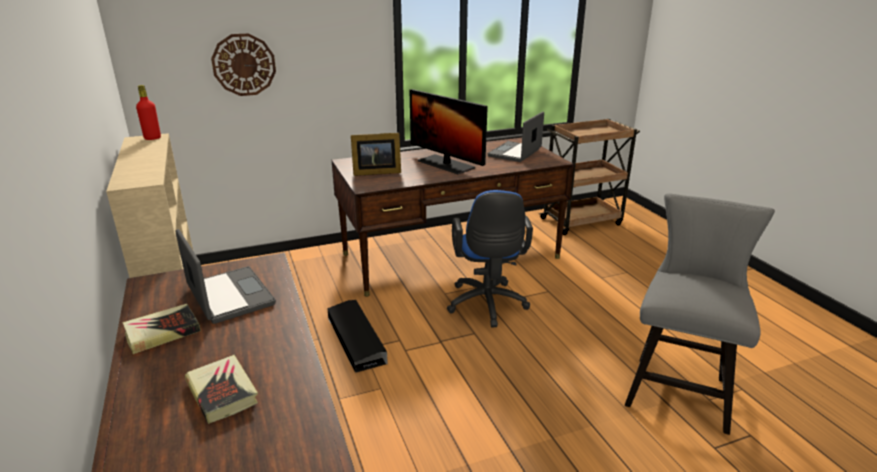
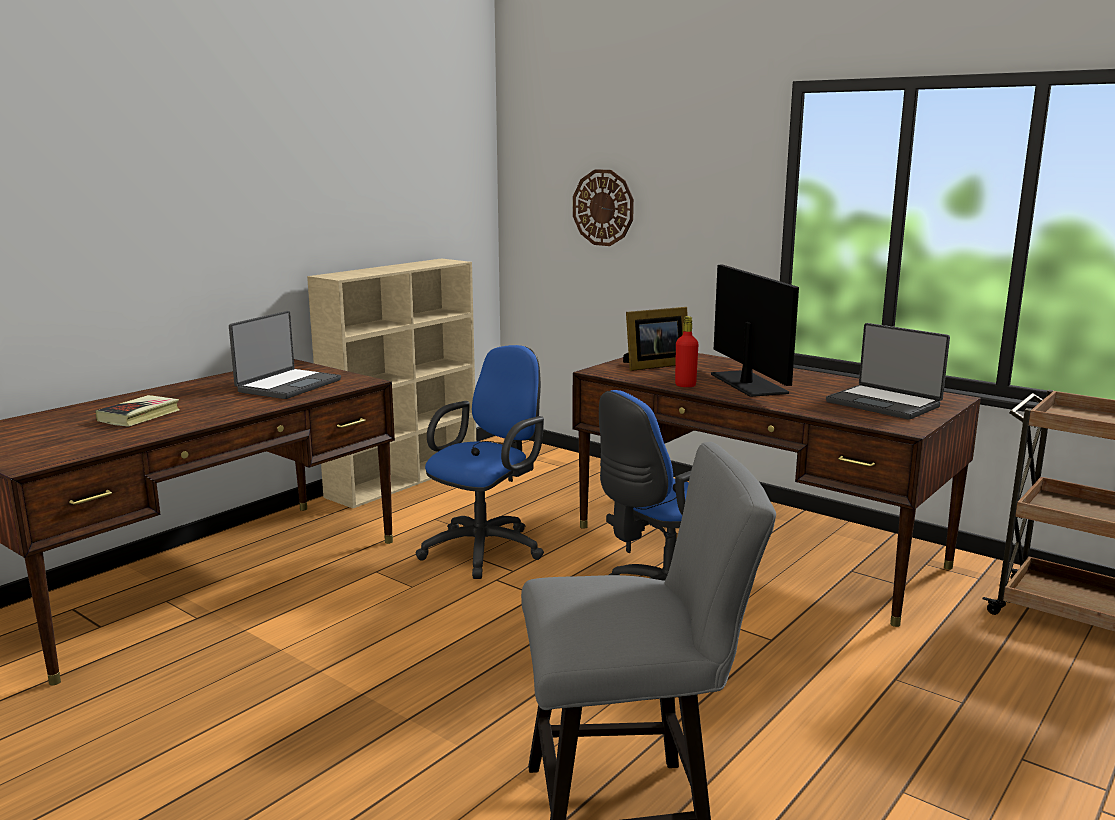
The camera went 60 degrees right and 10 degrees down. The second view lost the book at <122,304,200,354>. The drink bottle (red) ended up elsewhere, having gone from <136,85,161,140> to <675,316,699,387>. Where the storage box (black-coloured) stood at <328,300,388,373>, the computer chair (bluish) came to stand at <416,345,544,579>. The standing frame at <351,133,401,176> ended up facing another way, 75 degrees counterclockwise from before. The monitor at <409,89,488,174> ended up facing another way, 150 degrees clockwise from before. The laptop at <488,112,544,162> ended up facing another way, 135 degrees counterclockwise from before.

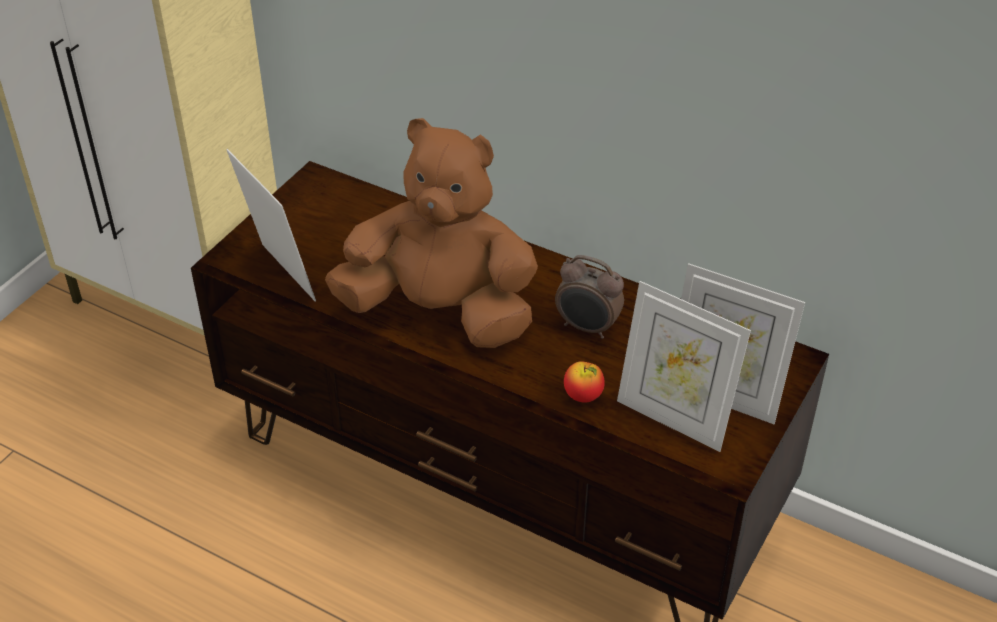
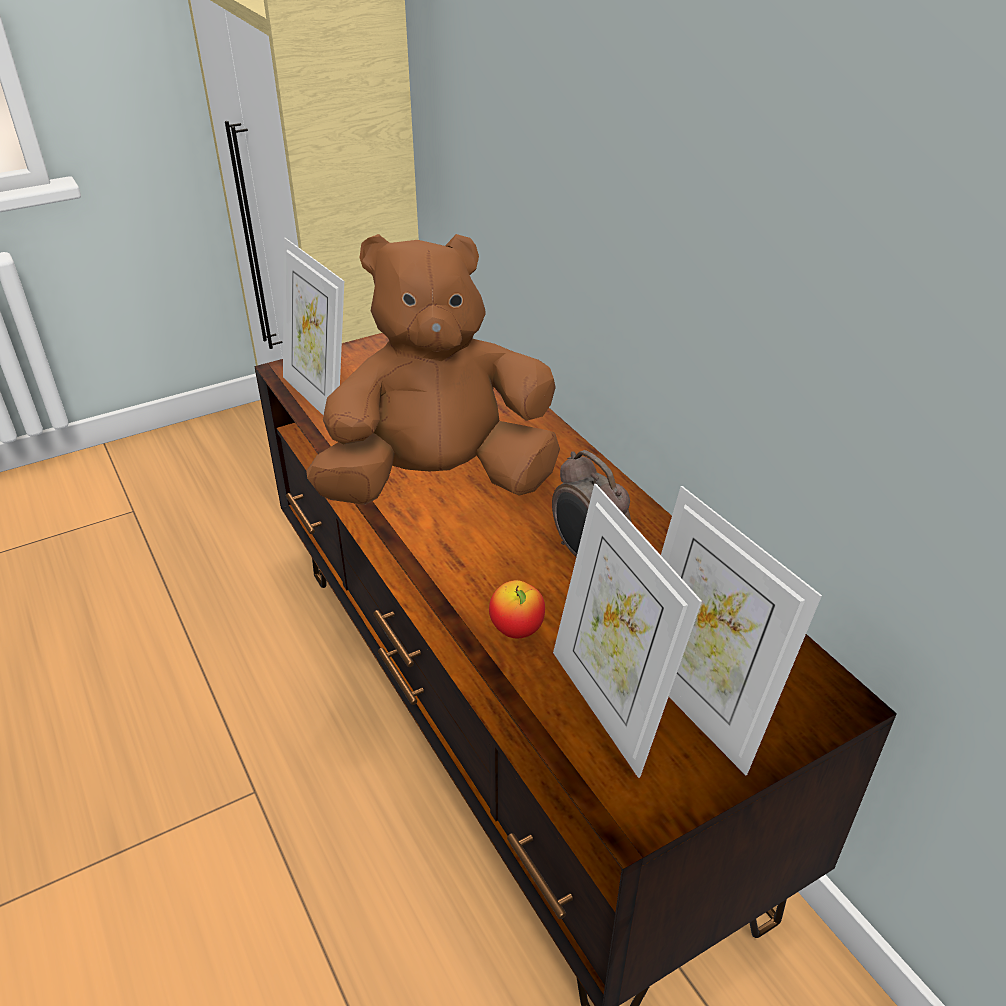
The camera went 30 degrees right and 5 degrees down. The standing frame at <226,149,316,301> ended up facing another way, 150 degrees clockwise from before. The soft toy (brown) at <325,118,538,348> ended up facing another way, 60 degrees counterclockwise from before.

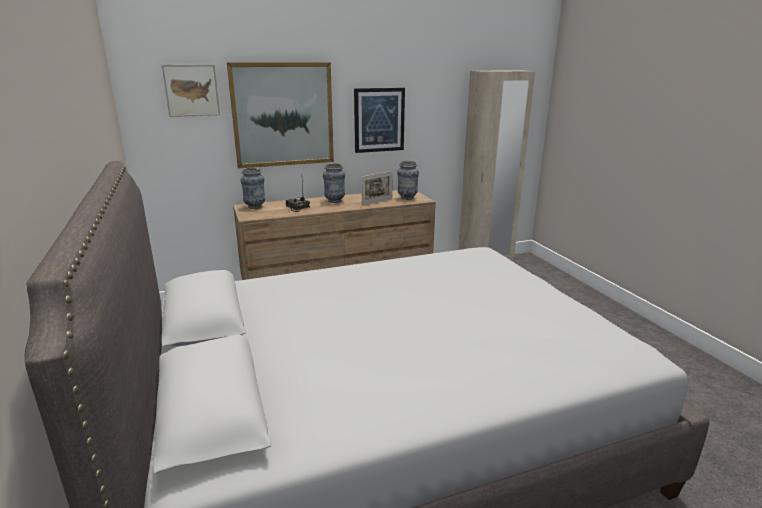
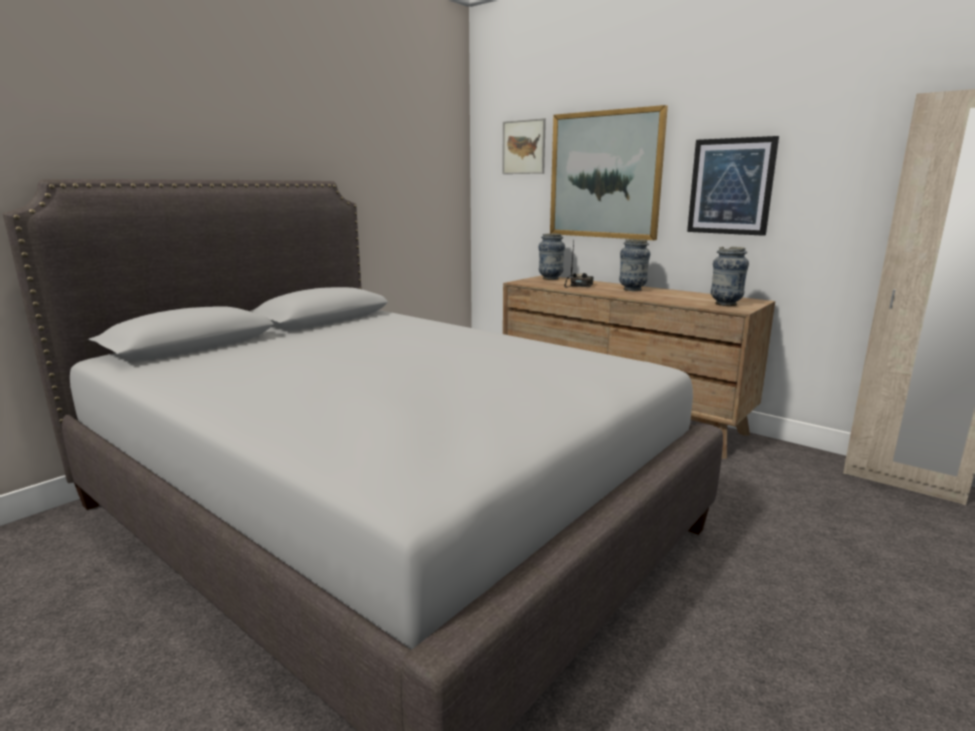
The camera went 60 degrees right and 5 degrees down. The second view lost the standing frame at <361,171,393,205>.

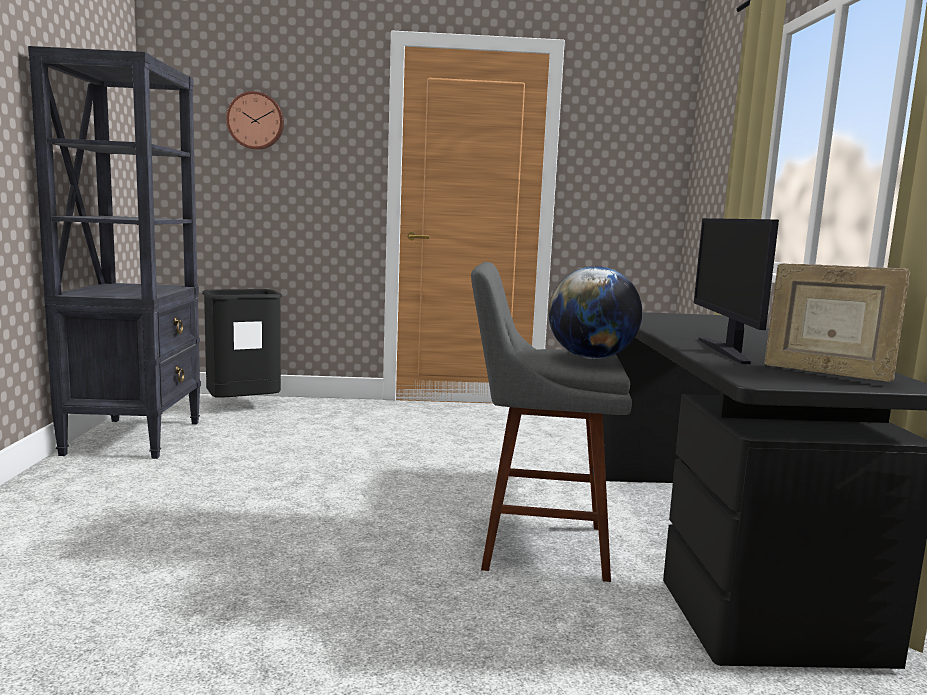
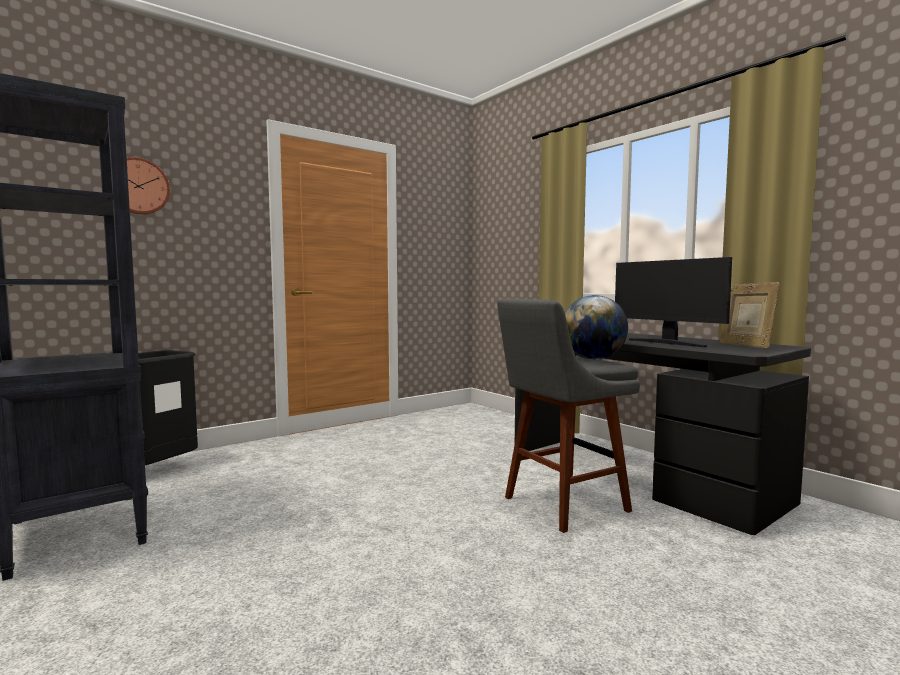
The camera went 35 degrees left and 5 degrees down. The standing frame at <764,263,910,382> ended up facing another way, 75 degrees clockwise from before.

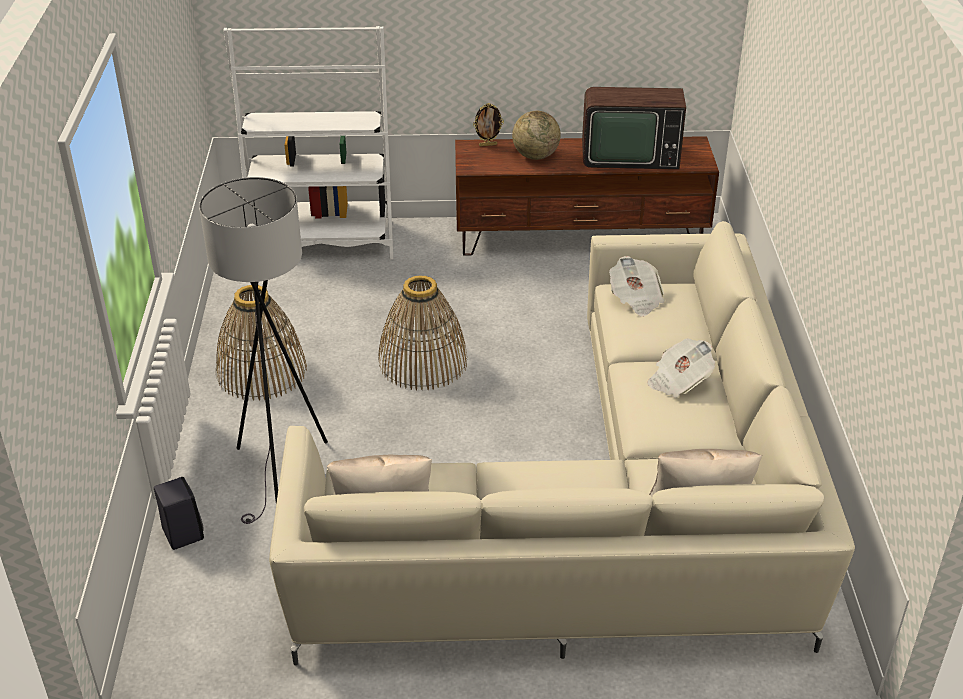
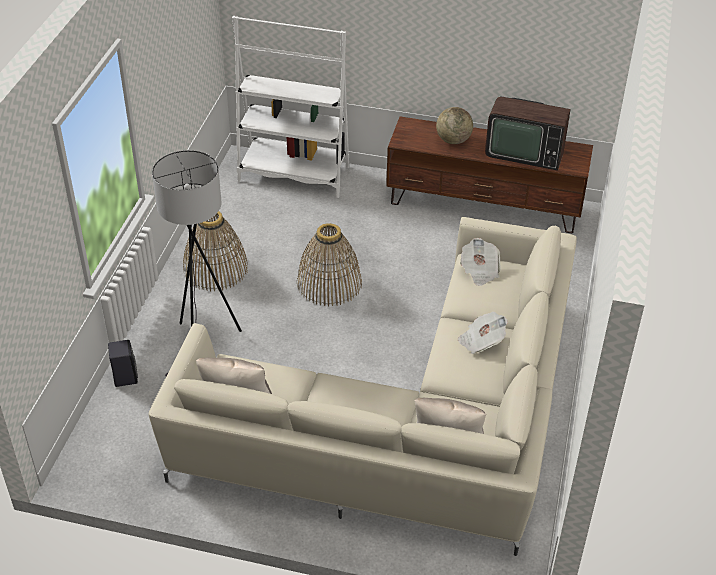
The camera went 15 degrees right and 5 degrees up. The second view lost the standing frame at <473,103,504,147>.

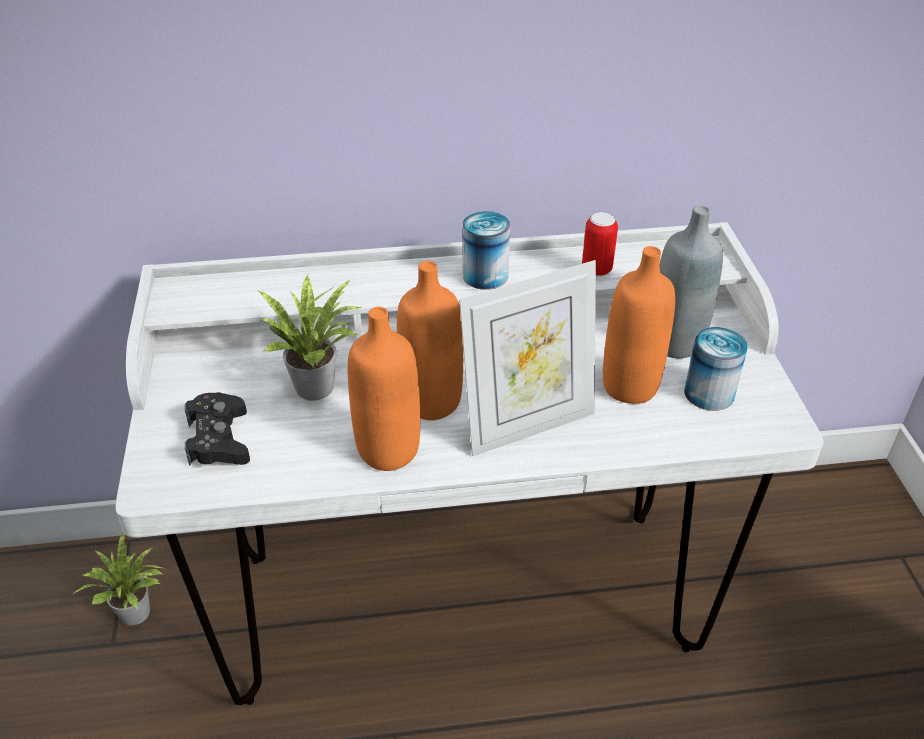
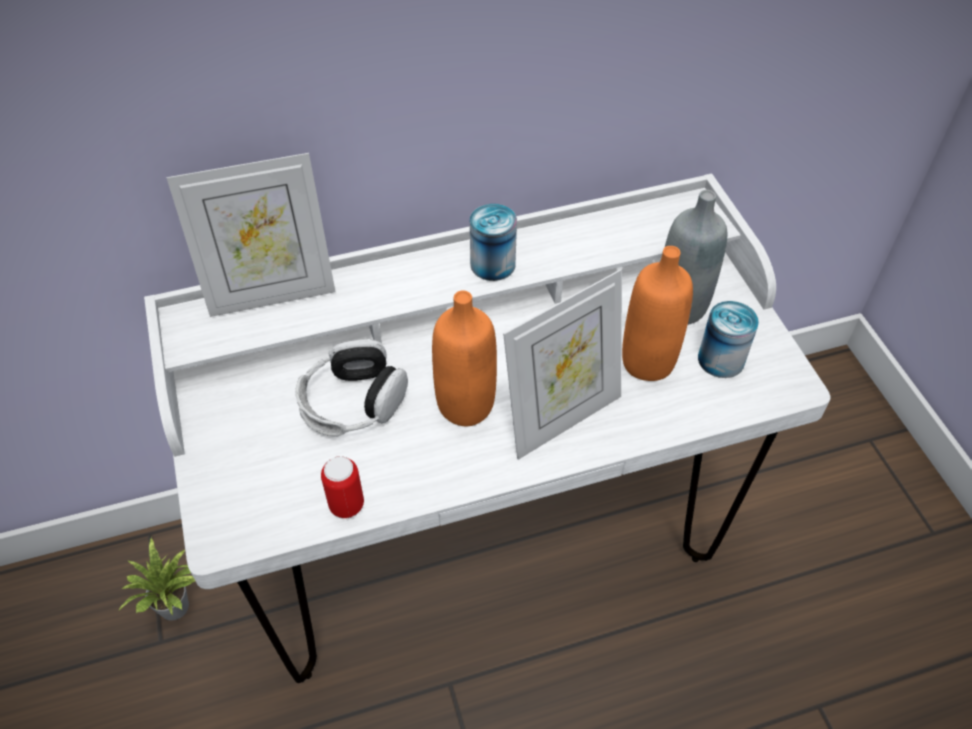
The camera went 10 degrees left and 10 degrees up. The second view lost the game controller (black-coloured) at <185,392,250,466>. The second view lost the drink bottle (orange-coloured) at <348,307,420,471>. The second view gained the standing frame at <167,153,336,317>. The metal can ended up elsewhere, having gone from <582,212,618,276> to <321,456,364,519>. Where the plant in a pot stood at <258,275,361,401>, the headphones came to stand at <295,339,408,437>.

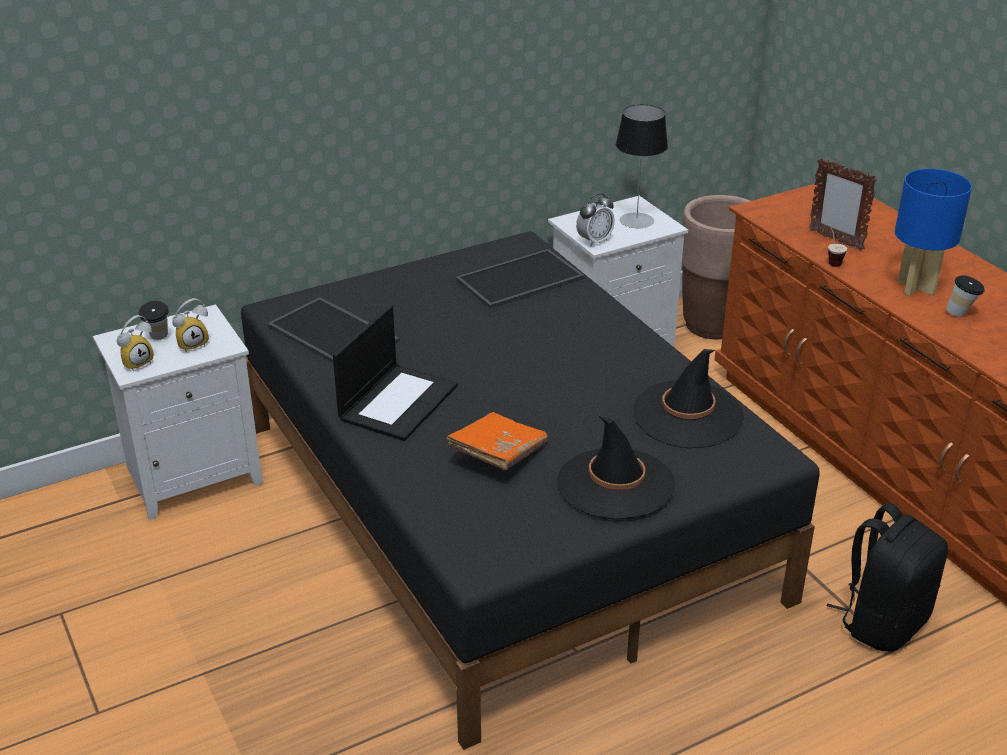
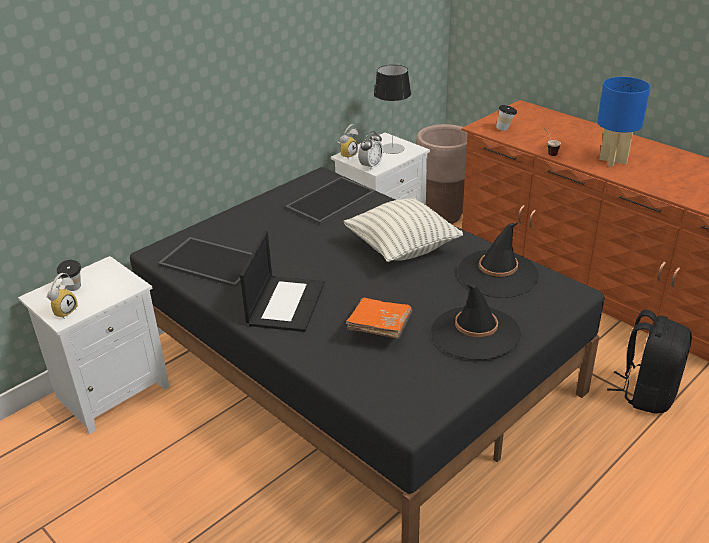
The camera went 15 degrees left and 0 degrees up. The second view lost the standing frame at <809,158,877,250>. The second view gained the cushion at <343,198,463,262>. The bedside clock ended up elsewhere, having gone from <172,298,209,353> to <337,124,358,158>. The drinking cup ended up elsewhere, having gone from <946,275,985,317> to <496,105,517,131>.

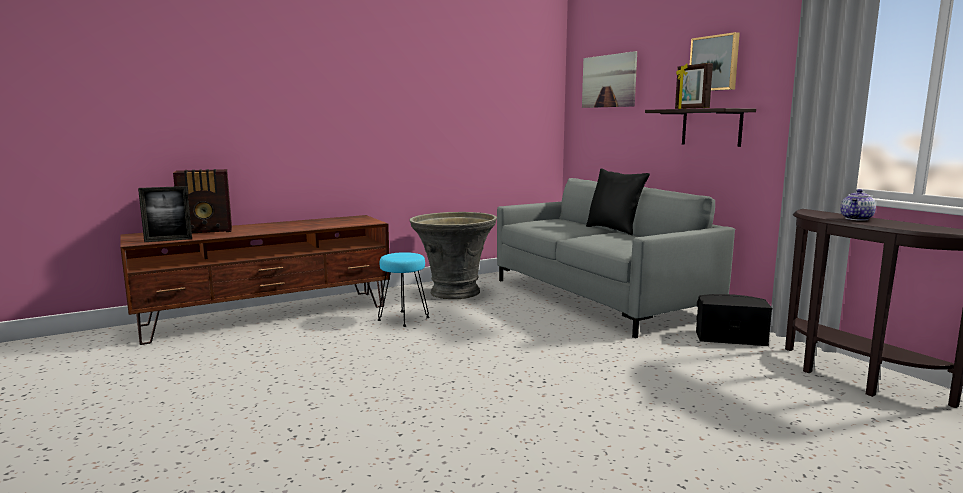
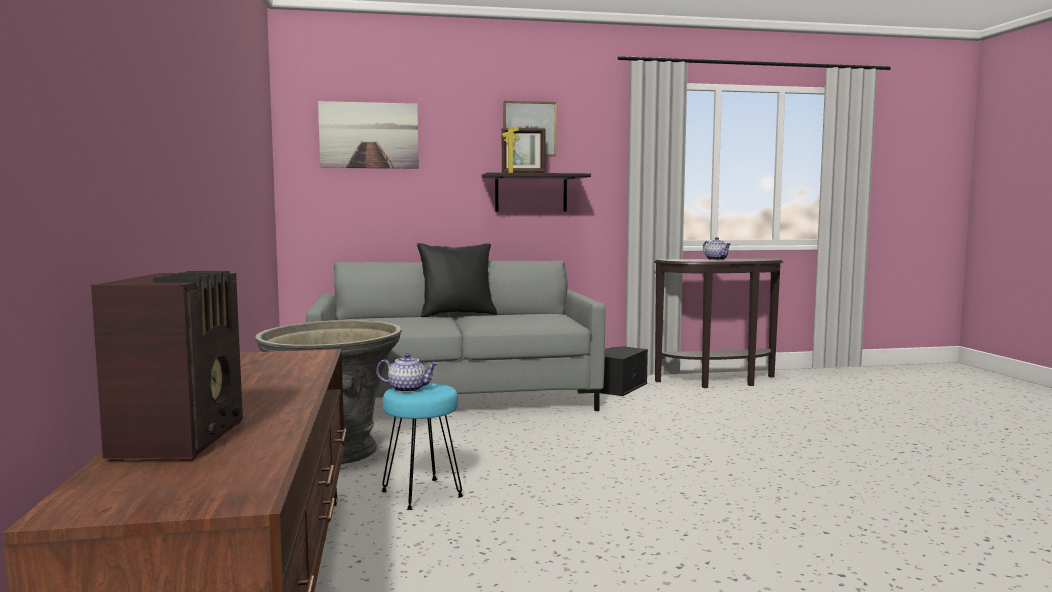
The camera went 70 degrees left and 5 degrees down. The second view lost the standing frame at <138,186,192,242>. The second view gained the teapot at <376,353,439,393>.

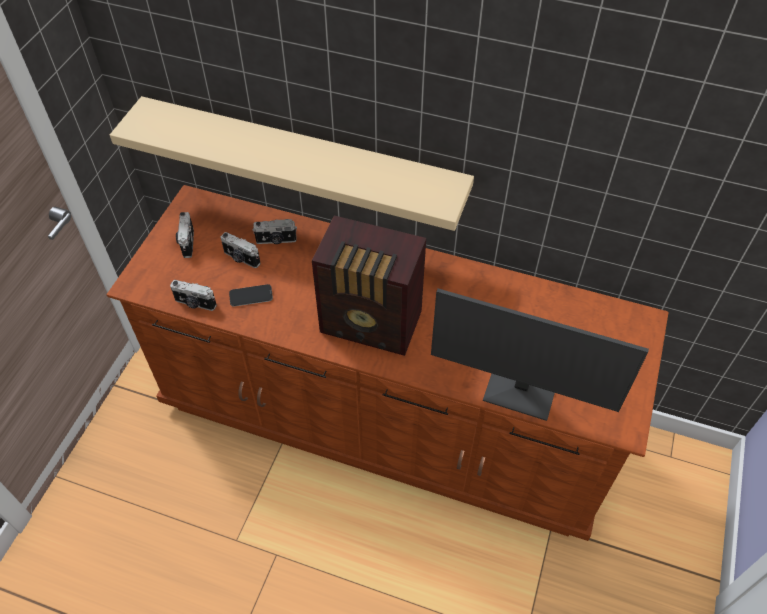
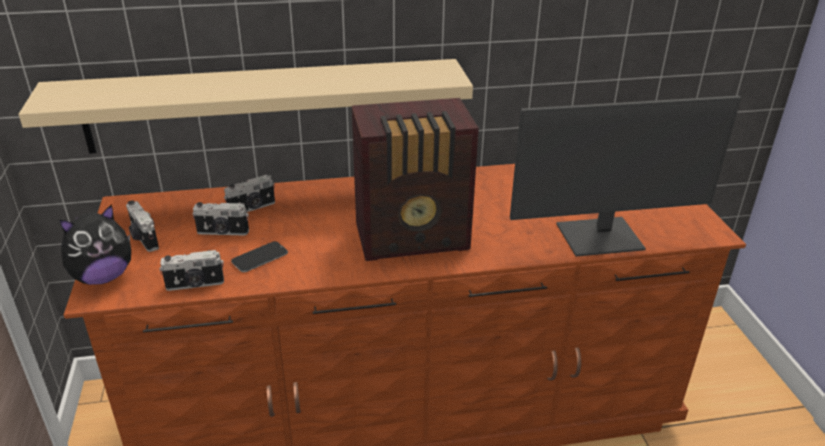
The camera went 30 degrees left and 20 degrees down. The second view gained the soft toy at <60,204,131,285>.

